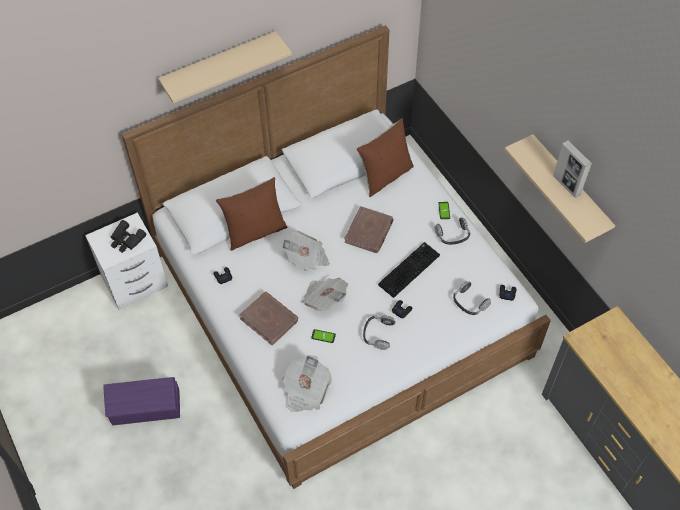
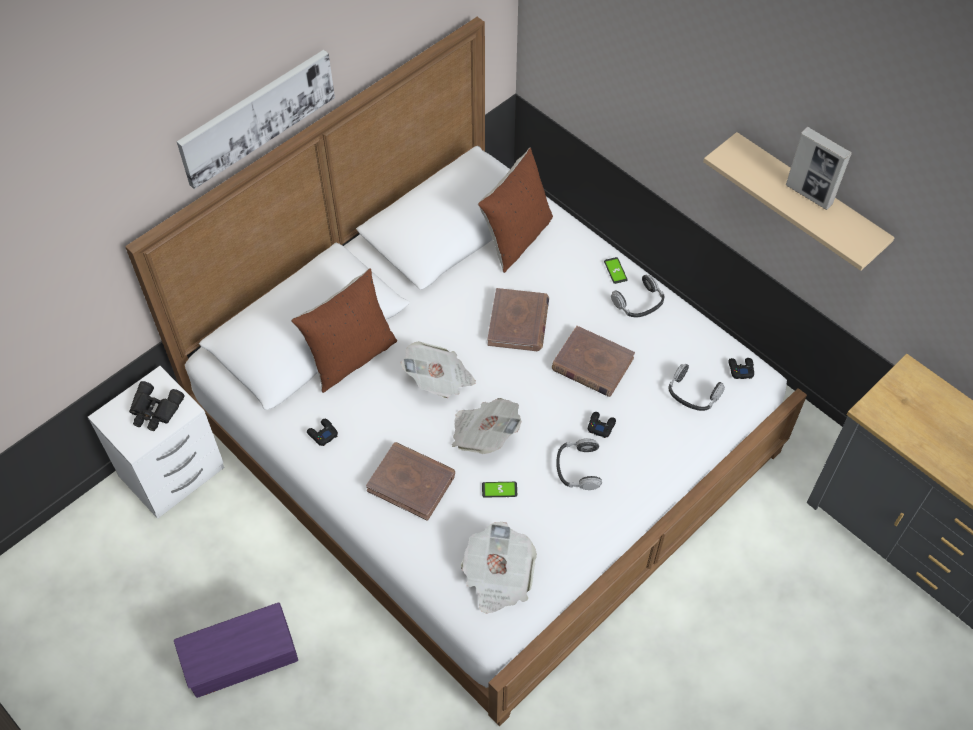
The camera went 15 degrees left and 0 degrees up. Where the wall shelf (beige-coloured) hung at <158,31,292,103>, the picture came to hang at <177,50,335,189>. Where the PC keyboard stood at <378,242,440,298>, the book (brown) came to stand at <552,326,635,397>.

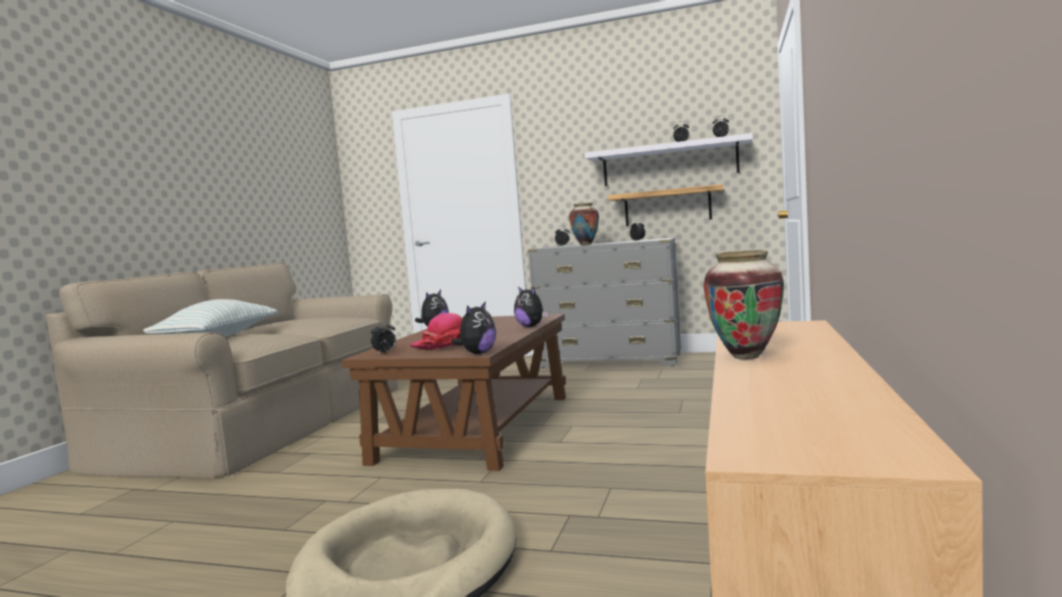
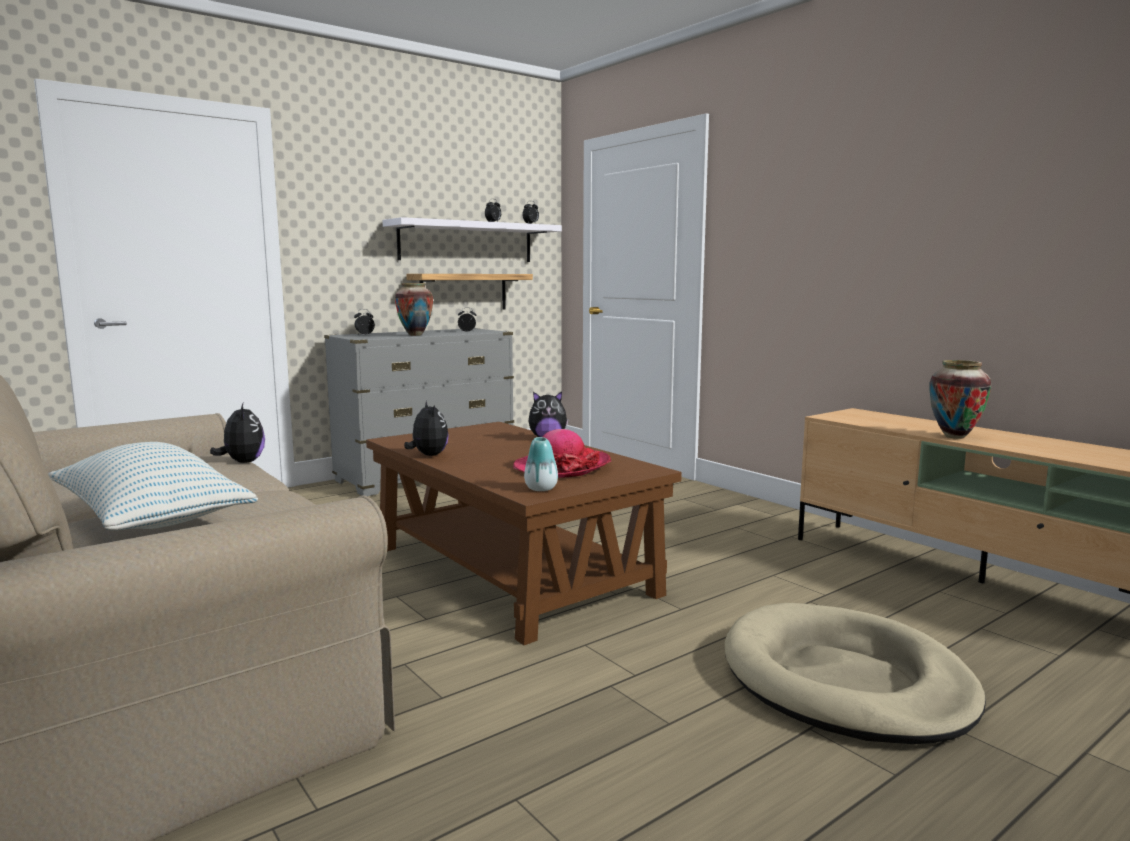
The camera went 55 degrees left and 5 degrees up. The soft toy ended up elsewhere, having gone from <451,301,496,354> to <210,403,265,463>. Where the bedside clock stood at <371,321,396,354>, the flower vase came to stand at <524,437,558,491>.

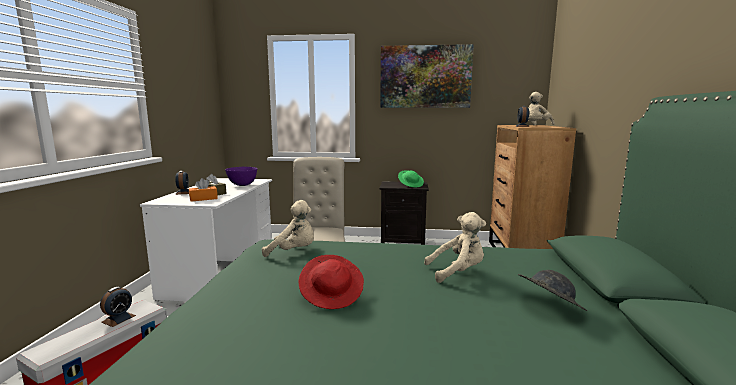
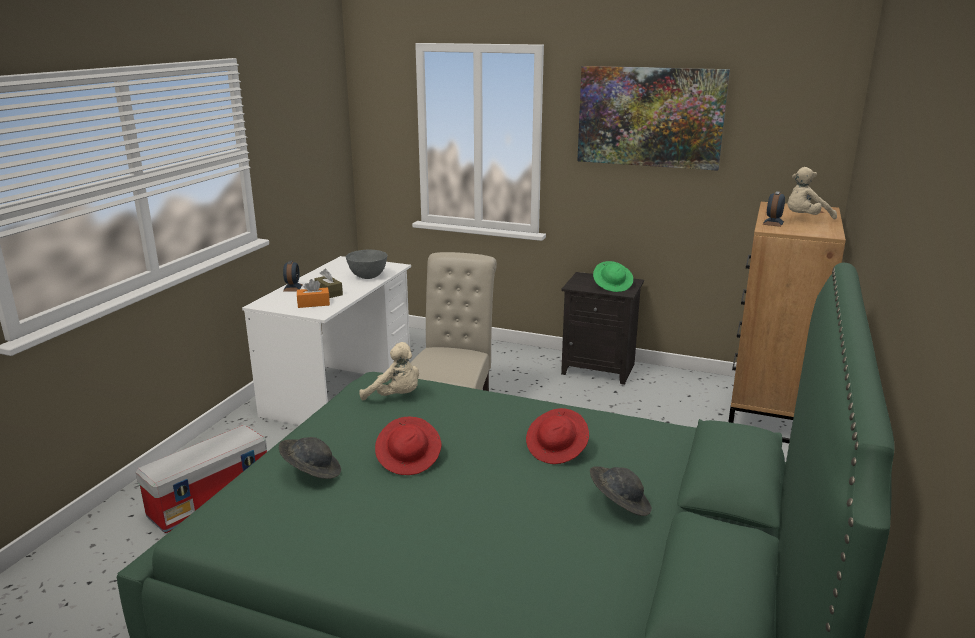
The camera went 15 degrees right and 10 degrees up. The second view lost the bedside clock at <100,287,136,327>. The second view gained the clothing hat (greyish) at <279,437,341,479>. Where the soft toy (beige-coloured) stood at <424,212,486,283>, the clothing hat (red) came to stand at <526,408,589,464>. What was the serving bowl (purplish) at <225,167,257,186> turned into the serving bowl (greyish) at <346,249,387,279>.

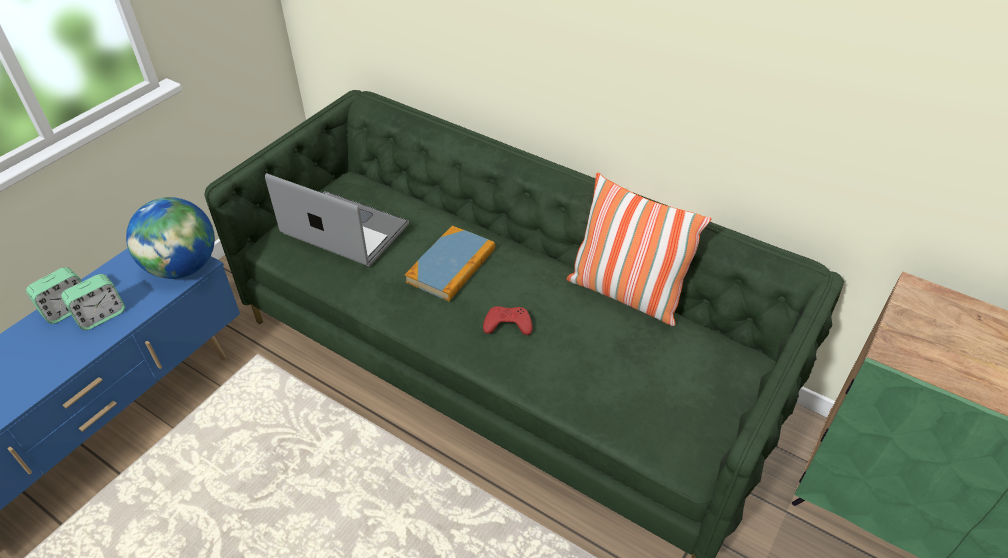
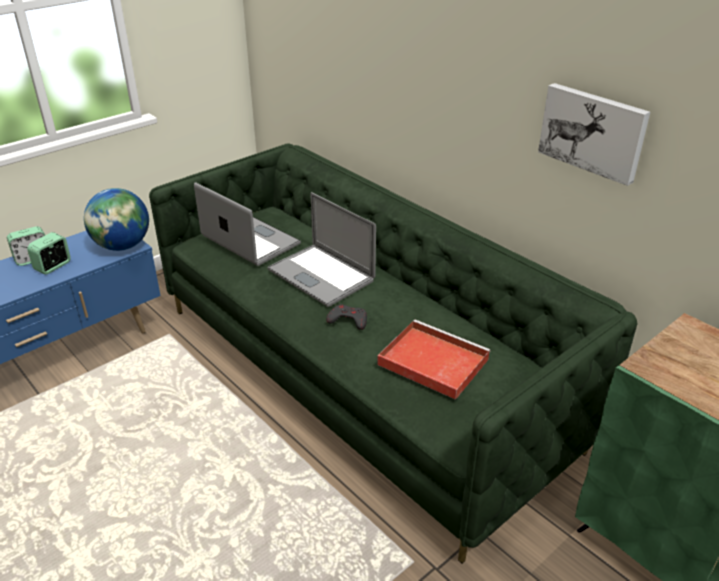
The camera went 15 degrees right and 10 degrees down. The second view lost the cushion at <566,173,711,326>. The second view gained the serving tray (red) at <377,320,491,400>. The second view gained the picture at <538,83,650,186>. Where the book stood at <405,226,495,301>, the laptop came to stand at <267,192,376,307>. What was the game controller (red) at <483,306,532,335> turned into the game controller (greyish) at <326,304,367,330>. The bedside clock at <61,274,125,330> ended up facing another way, 150 degrees clockwise from before.

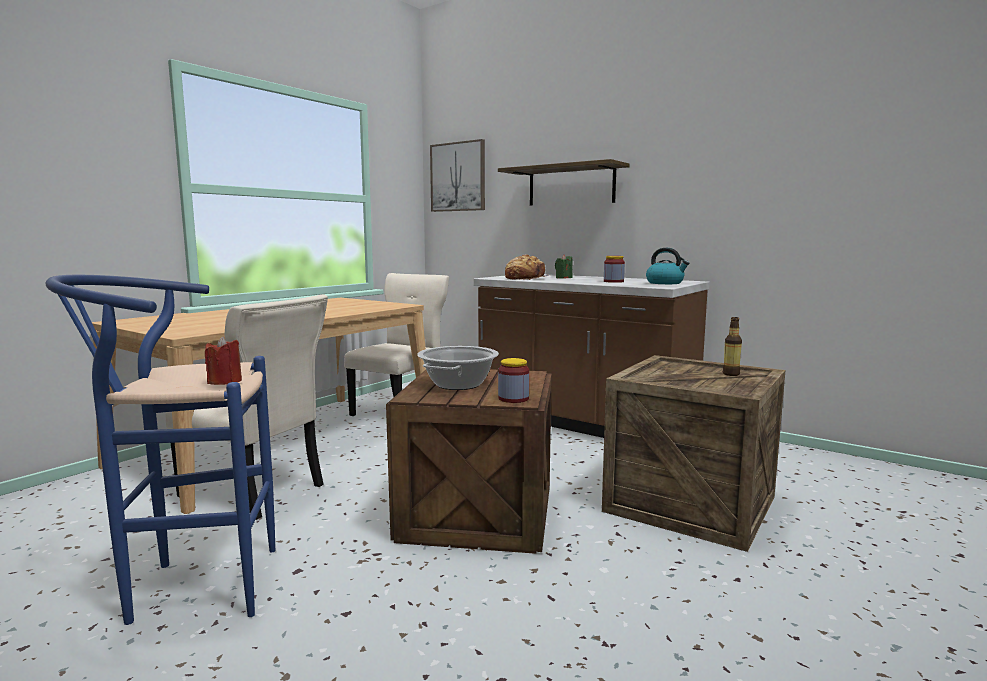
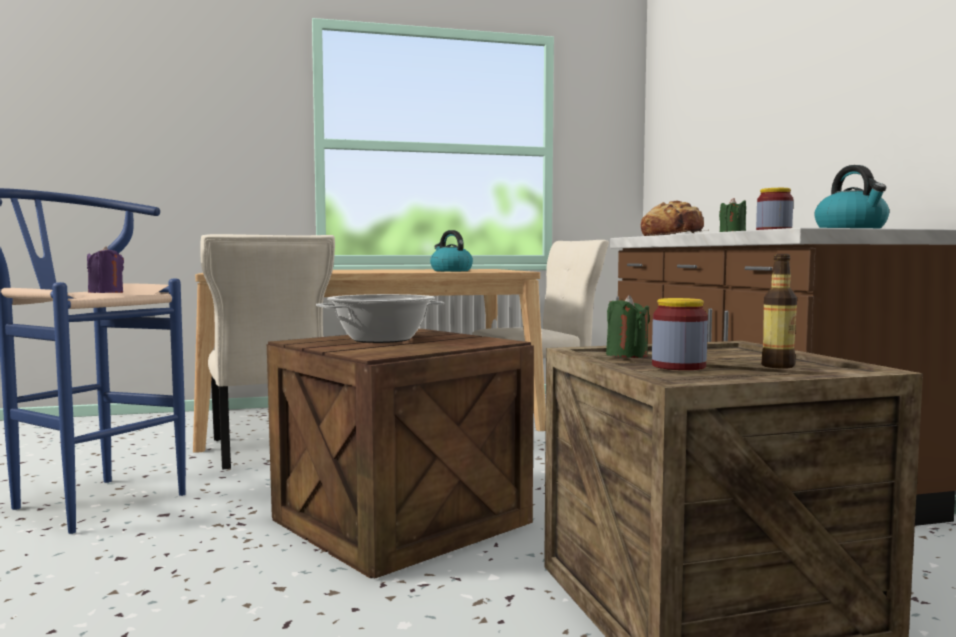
The camera went 40 degrees right and 5 degrees down. The second view lost the picture at <430,139,485,212>. The second view lost the wall shelf at <498,159,630,206>. The second view gained the water kettle at <430,230,473,271>. The second view gained the wax light (green) at <606,295,650,358>. The jar ended up elsewhere, having gone from <498,358,529,403> to <652,298,708,370>. What was the wax light (red) at <205,336,242,385> turned into the wax light (purplish) at <87,246,124,293>.

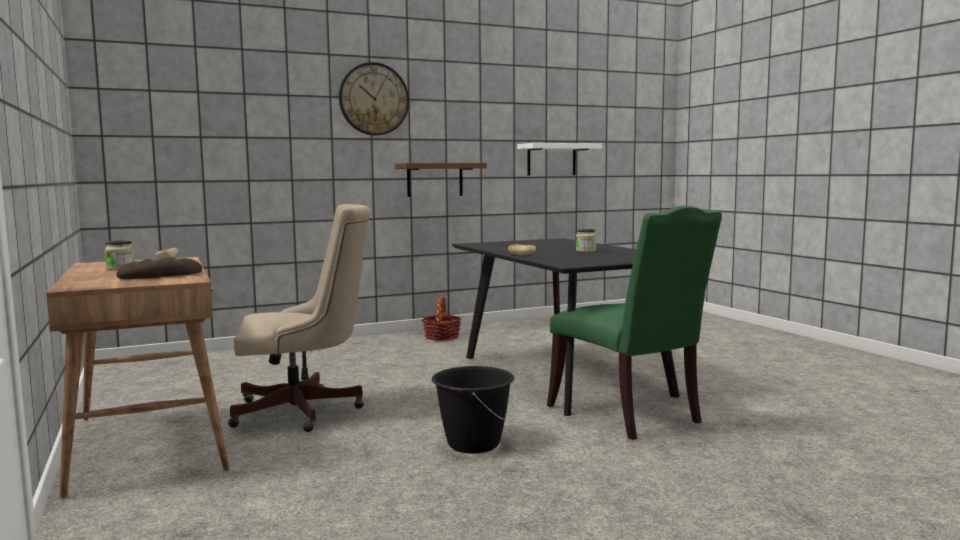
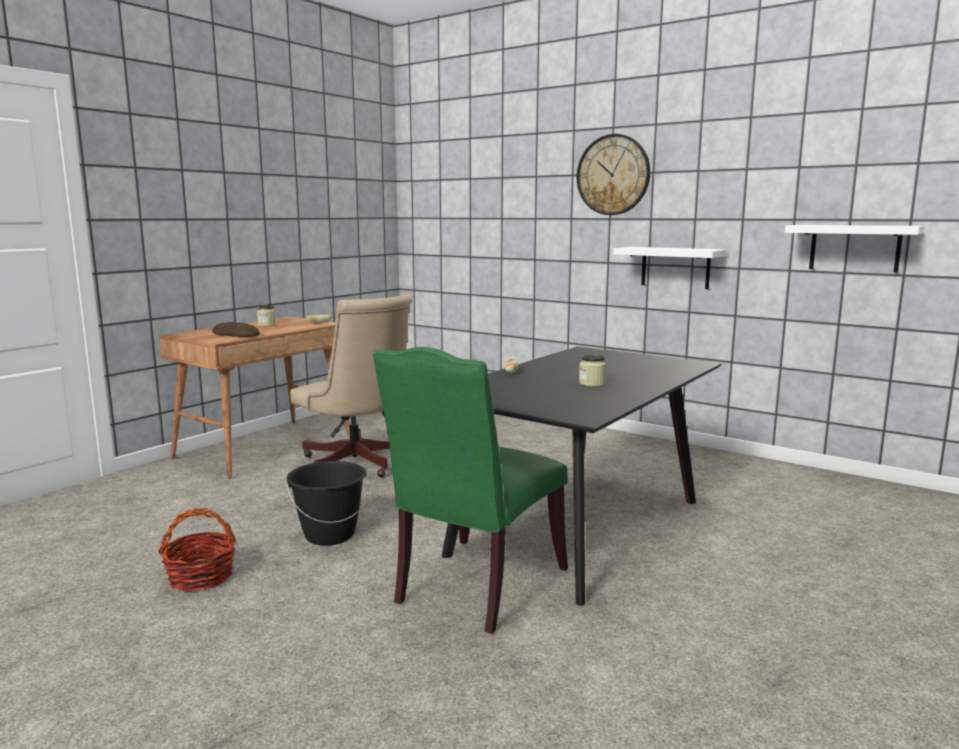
The camera went 60 degrees right and 5 degrees up. The household basket ended up elsewhere, having gone from <422,296,461,341> to <158,508,236,591>. What was the wall shelf (brown) at <395,163,487,197> turned into the wall shelf (white) at <613,247,726,289>.

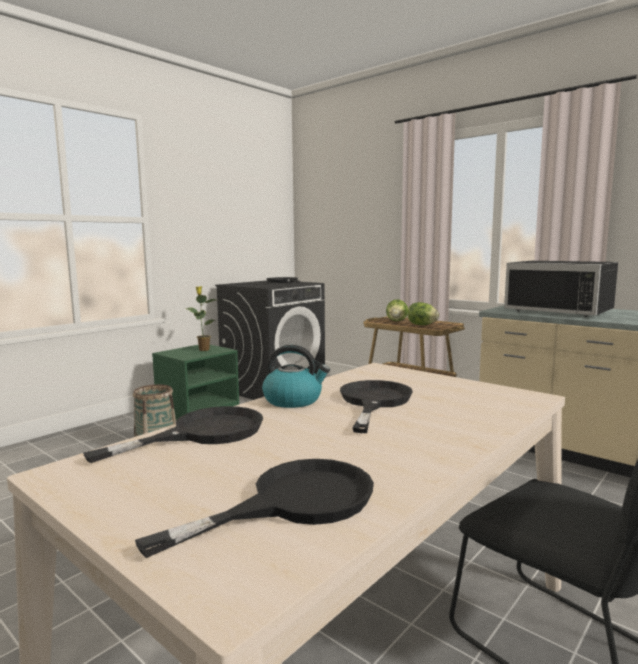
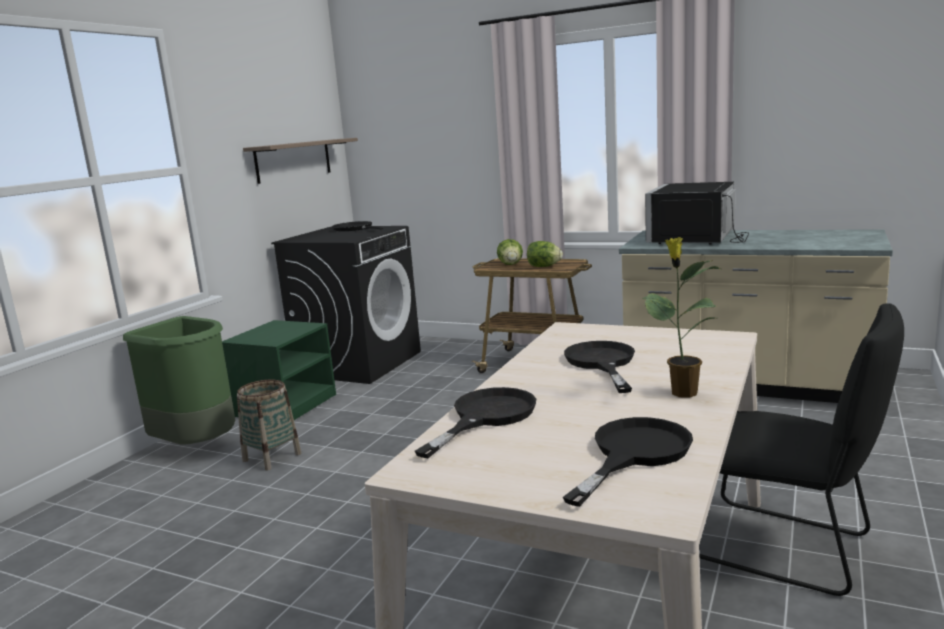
The camera went 15 degrees left and 5 degrees up. The second view lost the water kettle at <262,345,330,408>. The second view gained the waste bin (green) at <123,316,235,445>. The second view gained the wall shelf at <243,138,358,184>. The plant in a pot ended up elsewhere, having gone from <186,286,218,351> to <642,237,720,398>. The microwave oven (black-coloured) at <504,261,618,317> ended up facing another way, 90 degrees clockwise from before.

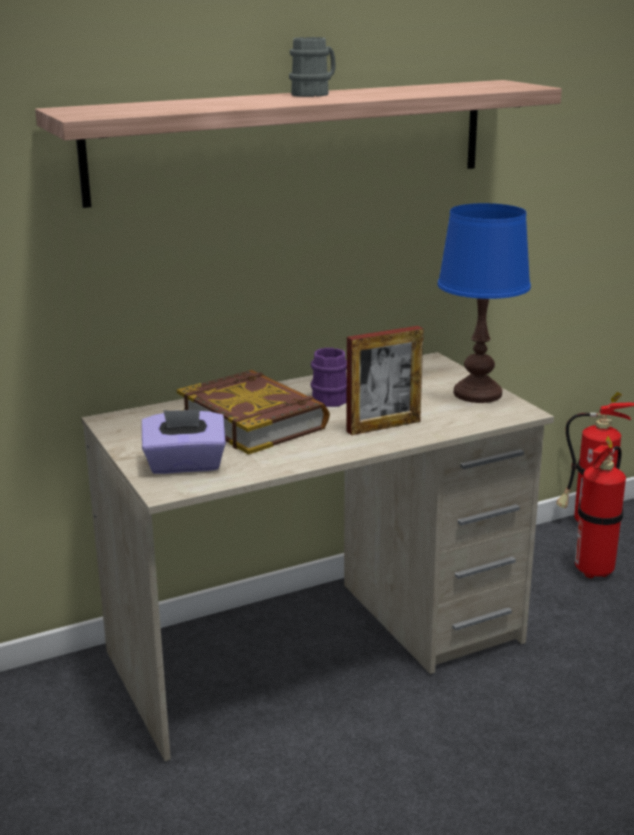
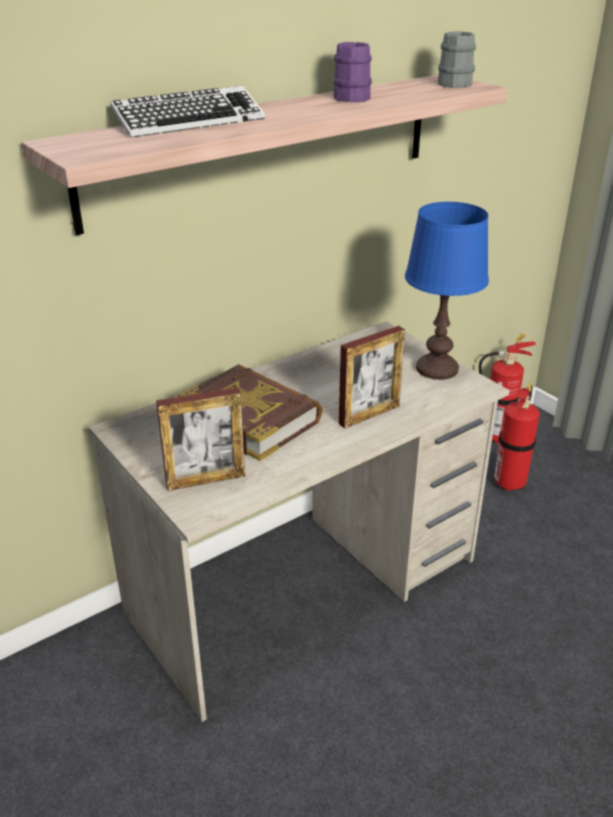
The camera went 10 degrees left and 10 degrees up. The second view gained the PC keyboard at <110,86,265,138>. The mug (greyish) ended up elsewhere, having gone from <289,37,336,97> to <438,31,476,88>. The mug (purplish) ended up elsewhere, having gone from <311,348,347,407> to <333,42,372,102>. Where the tissue box (purplish) stood at <142,410,226,474>, the standing frame came to stand at <156,387,245,491>.

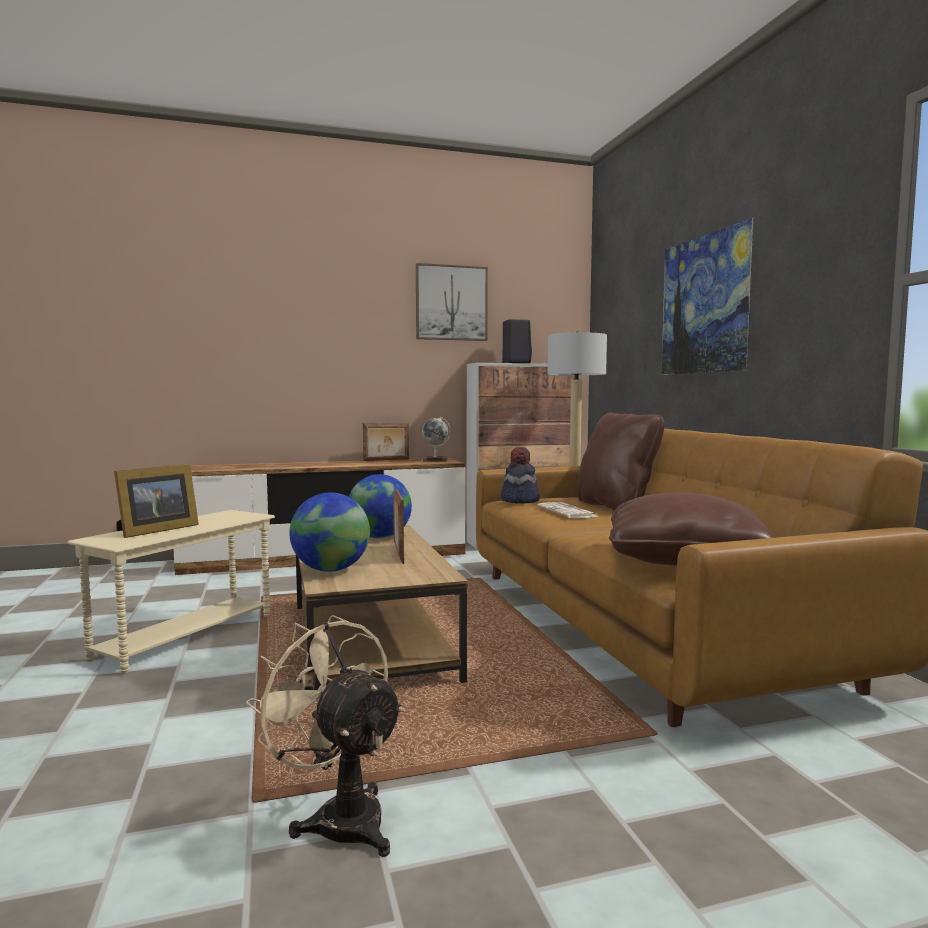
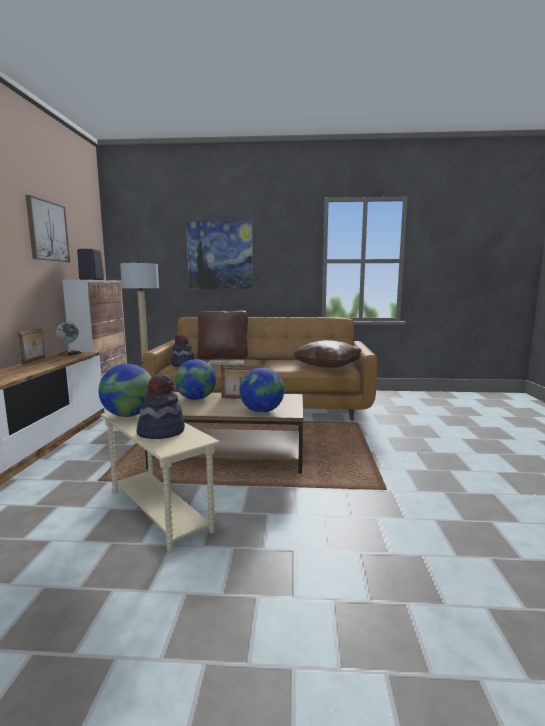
The camera went 70 degrees left and 5 degrees up. The second view lost the fan (beige-coloured) at <246,615,405,857>. The second view gained the globe at <98,364,152,417>. Where the standing frame stood at <114,464,199,538>, the clothing hat came to stand at <136,374,185,439>.

